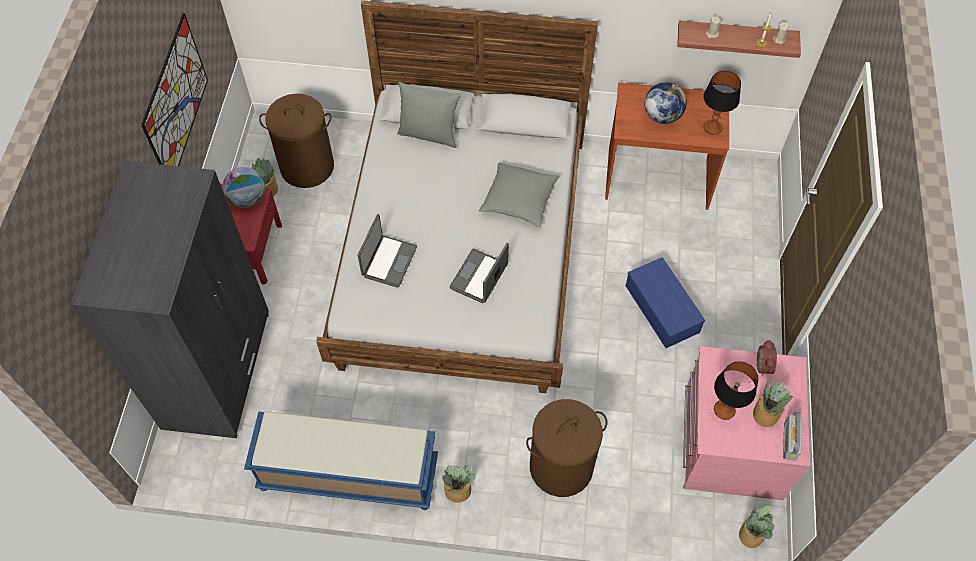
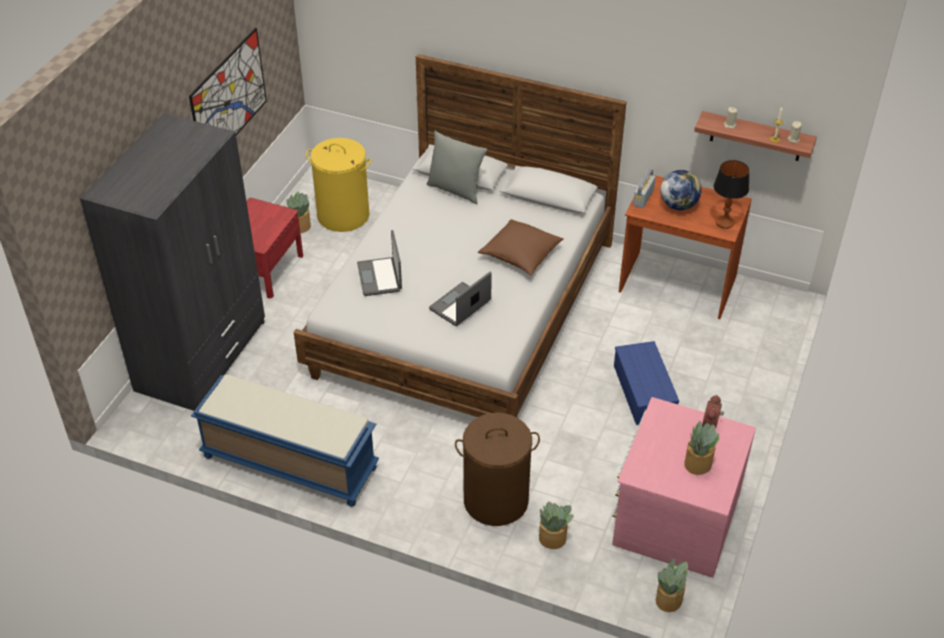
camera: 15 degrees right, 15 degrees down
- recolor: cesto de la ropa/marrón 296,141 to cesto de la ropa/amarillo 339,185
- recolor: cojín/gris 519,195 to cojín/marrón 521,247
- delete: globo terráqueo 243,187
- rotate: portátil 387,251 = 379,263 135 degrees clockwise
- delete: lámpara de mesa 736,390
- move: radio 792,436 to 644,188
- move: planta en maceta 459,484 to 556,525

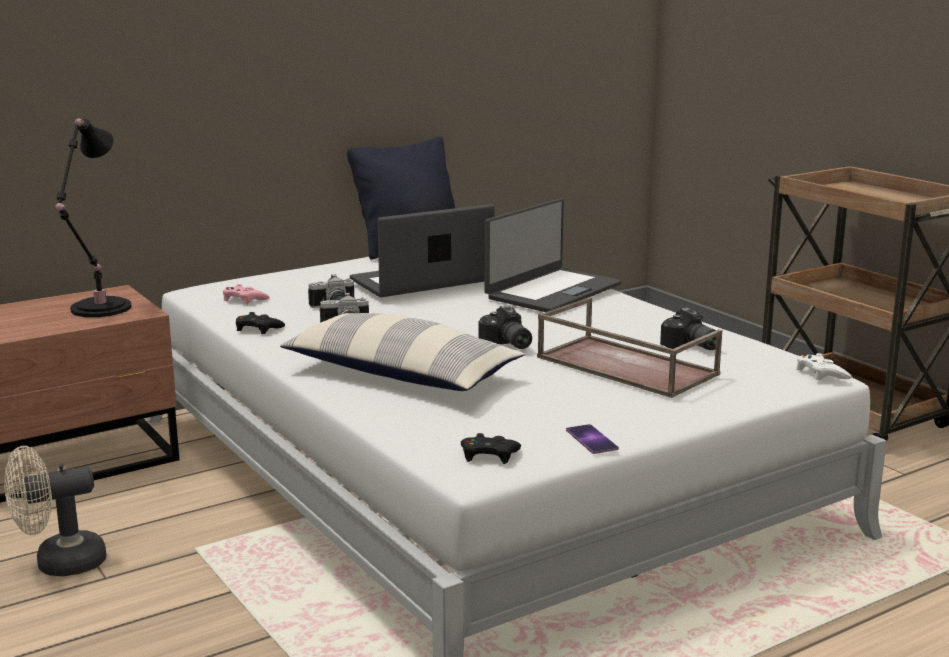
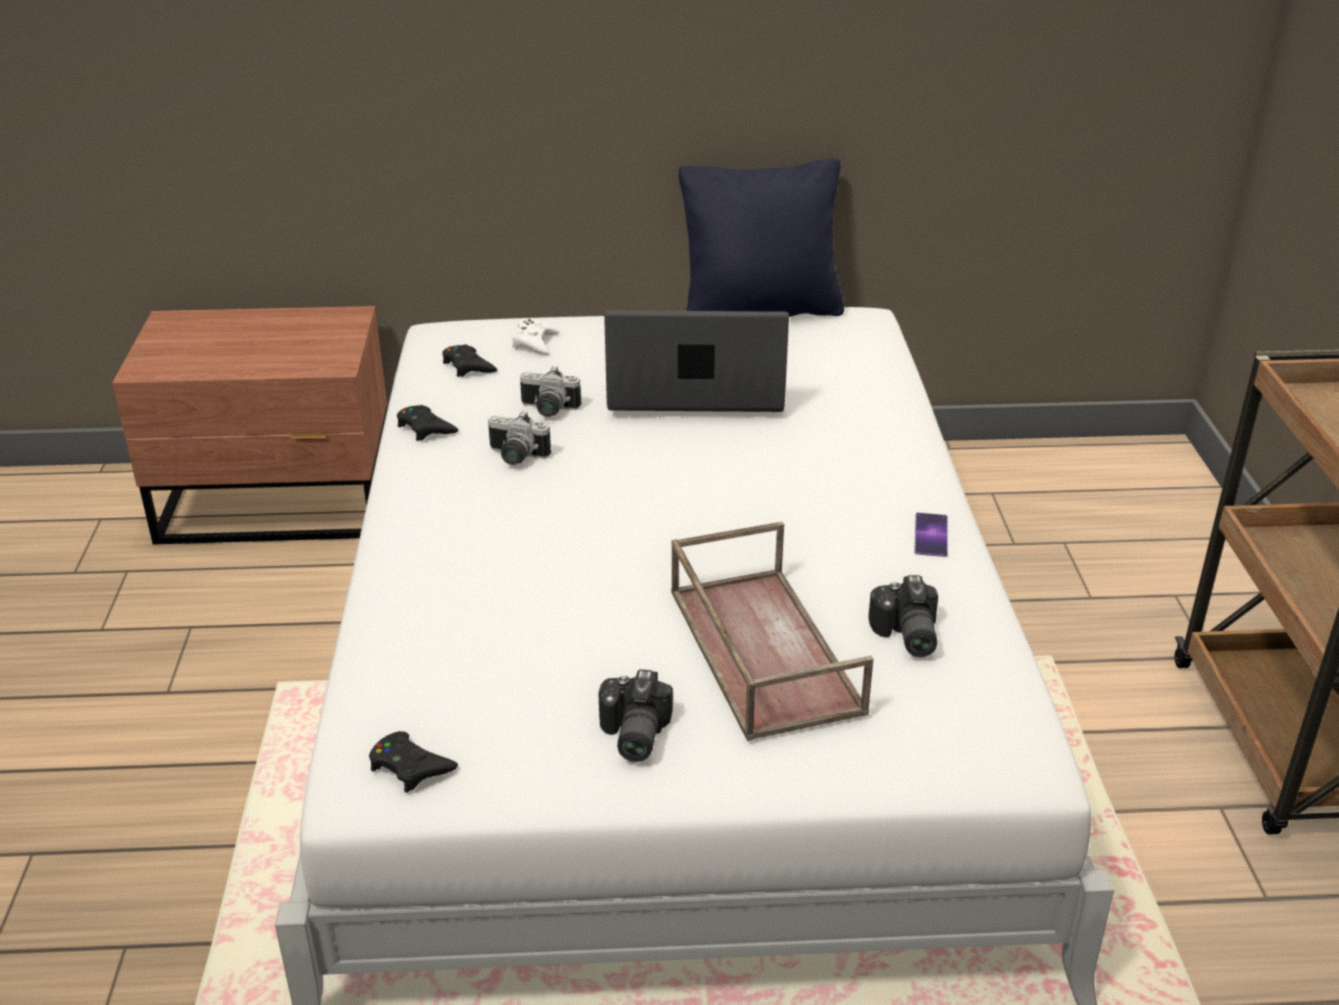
camera: 30 degrees right, 15 degrees up
- delete: lámpara de mesa/negro 93,217
- delete: portátil 553,255
- recolor: mando de consola/rosa 246,294 to mando de consola/negro 469,360
- move: cámara 505,327 to 635,715
- delete: cojín 402,352
- move: mando de consola/blanco 824,366 to 535,337
- move: móvil 592,439 to 931,535
- delete: ventilador/beis 55,511

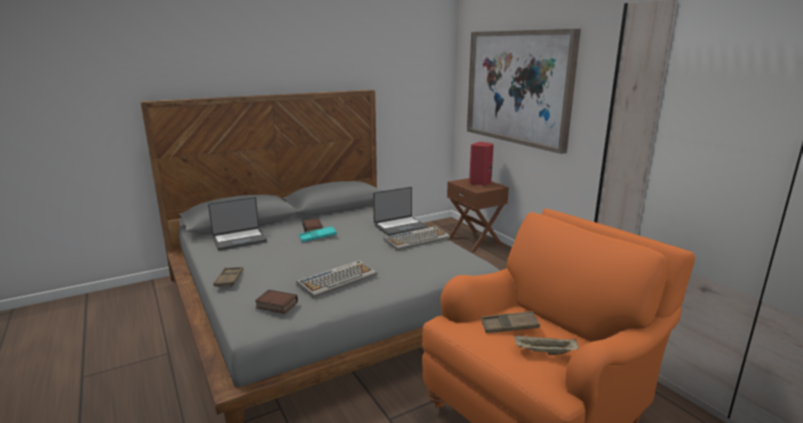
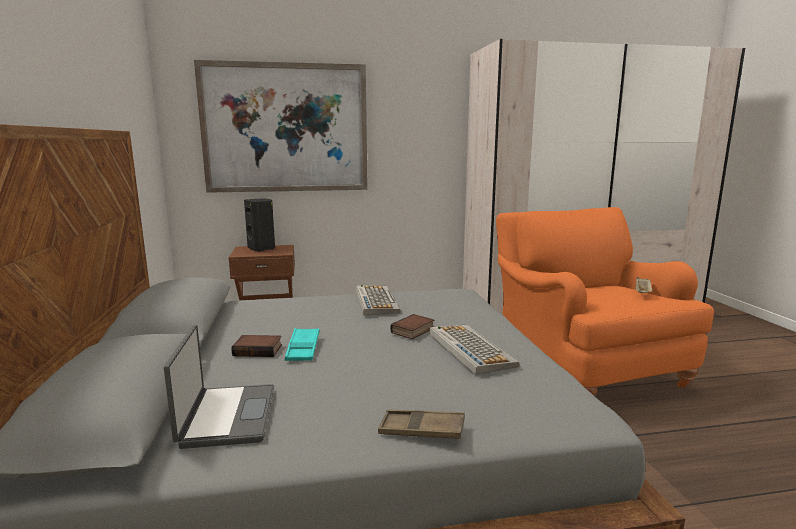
camera: 70 degrees left, 5 degrees down
- recolor: altavoz/rojo 481,164 to altavoz/negro 259,225
- delete: portátil 400,211
- move: libro 276,302 to 412,326
- delete: bandeja/marrón 510,322

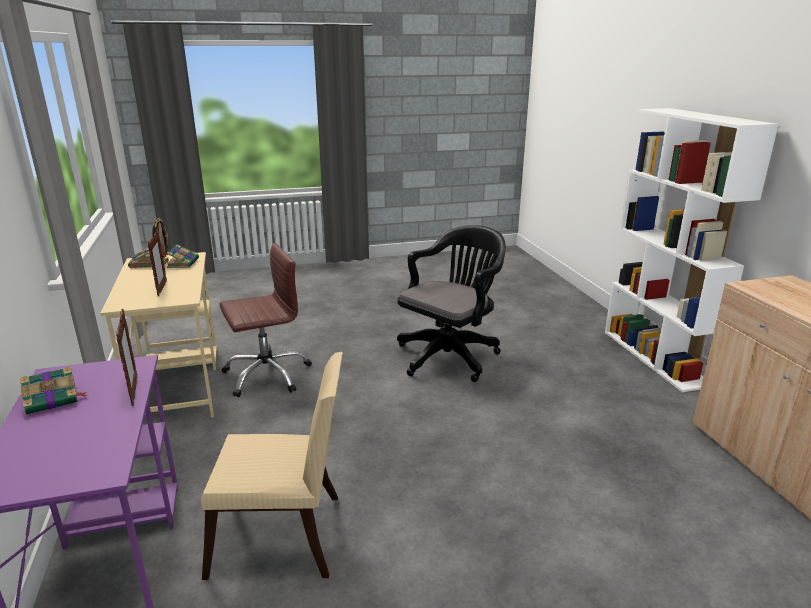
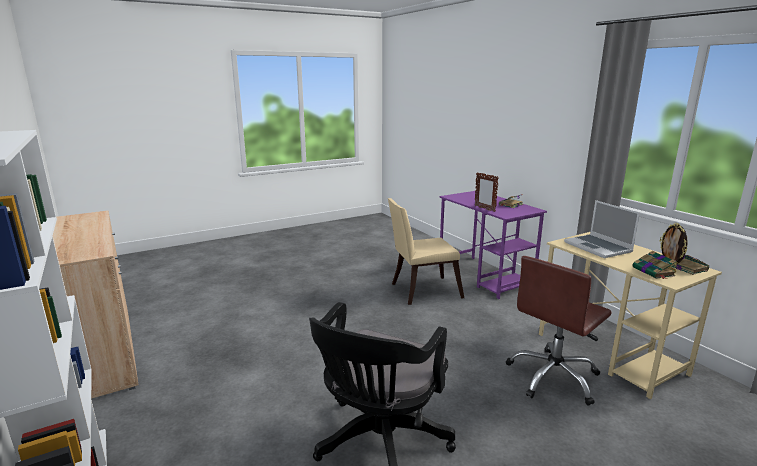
camera: 165 degrees right, 5 degrees down
- replace: portarretratos 157,263 to portátil 602,229

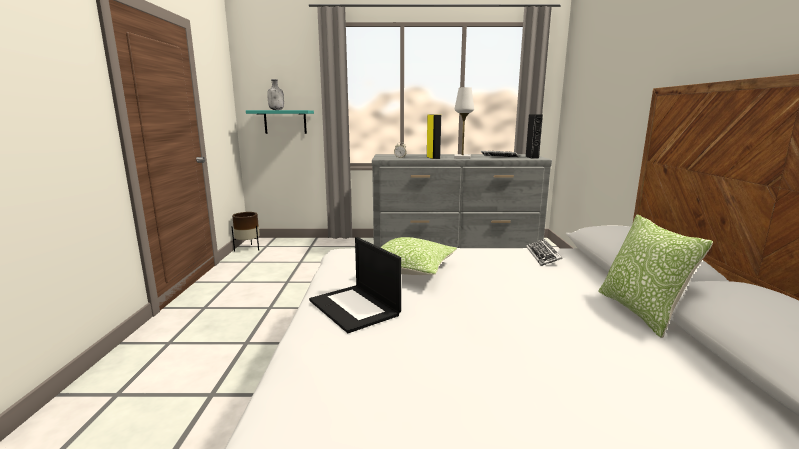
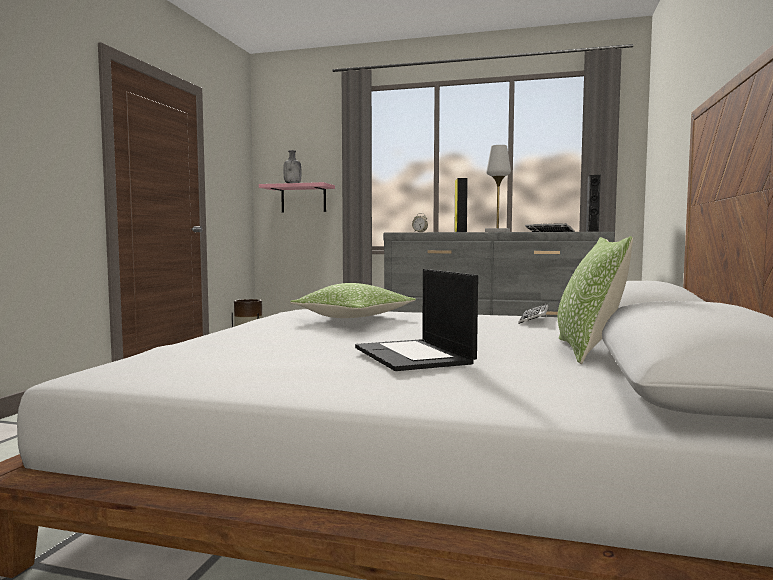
camera: 15 degrees right, 10 degrees down
- recolor: estante/turquesa 280,122 to estante/rosa 297,197
- move: portátil 355,285 to 416,320

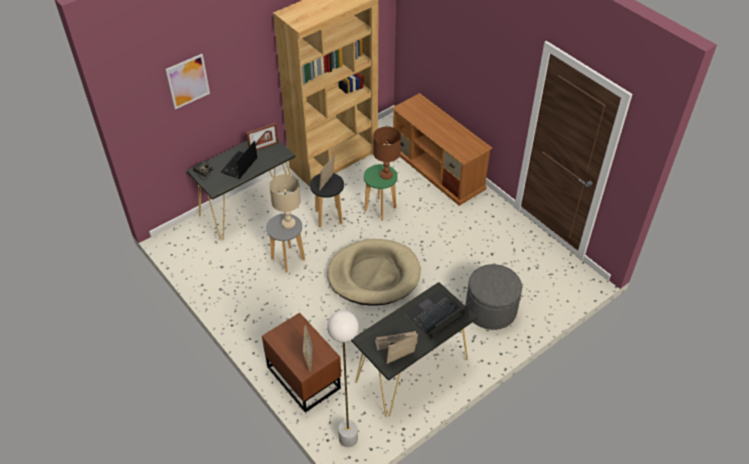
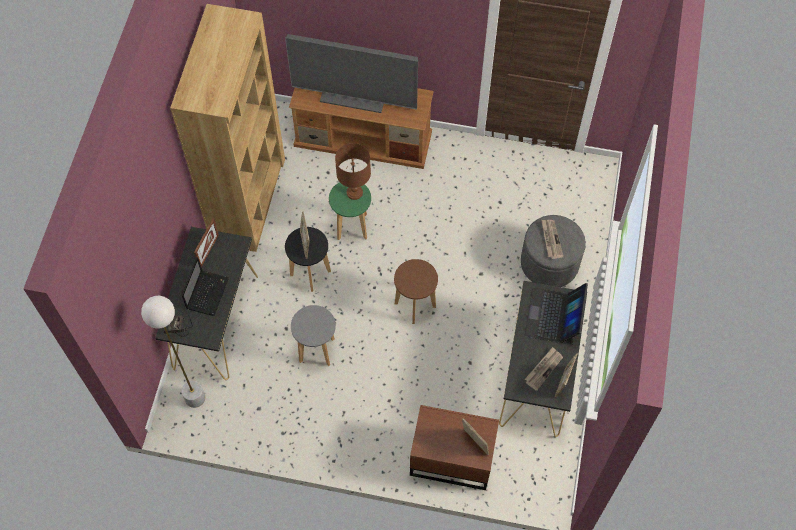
camera: 40 degrees left, 15 degrees up
- delete: cuadro 187,81
- rotate: portátil 239,160 = 205,286 150 degrees counterclockwise
- delete: lámpara de mesa/beis 285,201
- replace: cama para perro/beis 374,272 to taburete/marrón 416,291
- move: lámpara de pie/blanco 343,379 to 173,352
- insert: televisor 351,73
- insert: periódico 553,239

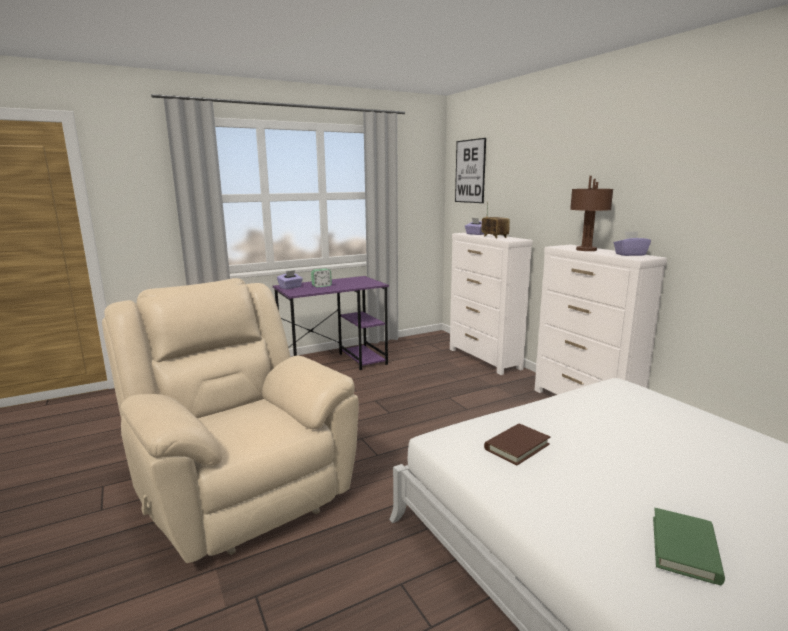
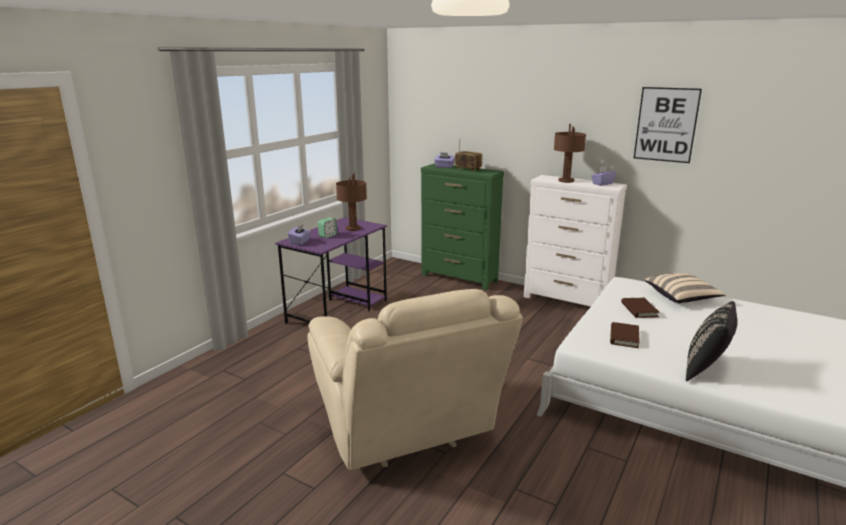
camera: 30 degrees left, 5 degrees up
- move: cuadro 470,170 to 668,125
- recolor: cómoda/blanco 491,304 to cómoda/verde 462,226
- rotate: sillón/beis 230,420 = 415,379 135 degrees counterclockwise
- delete: libro/verde 689,546
- insert: lámpara de mesa/marrón 351,202
- insert: cojín/beis 685,288
- insert: libro/marrón 640,308
- insert: cojín/negro 711,341

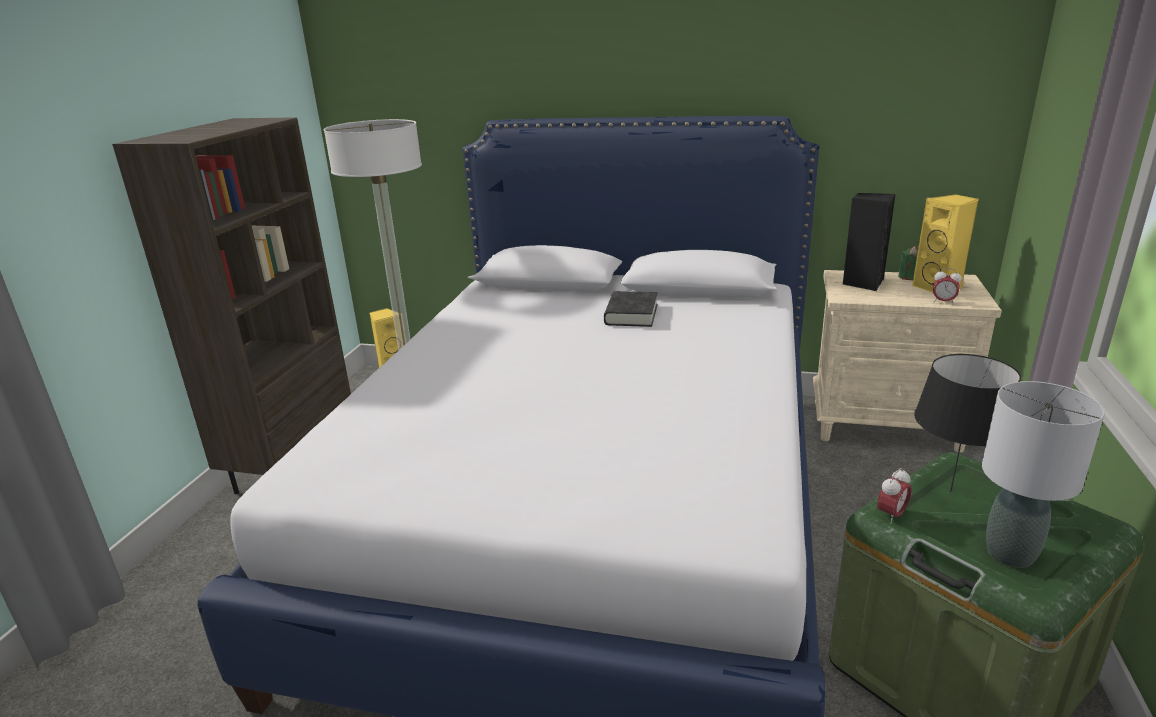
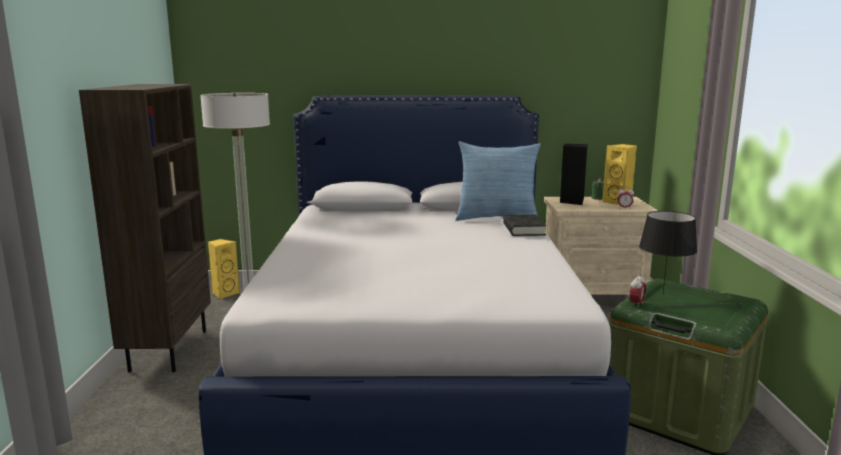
camera: 15 degrees left, 10 degrees down
- move: libro/negro 630,309 to 524,225
- delete: lámpara de mesa/gris 1043,474
- insert: cojín 498,181

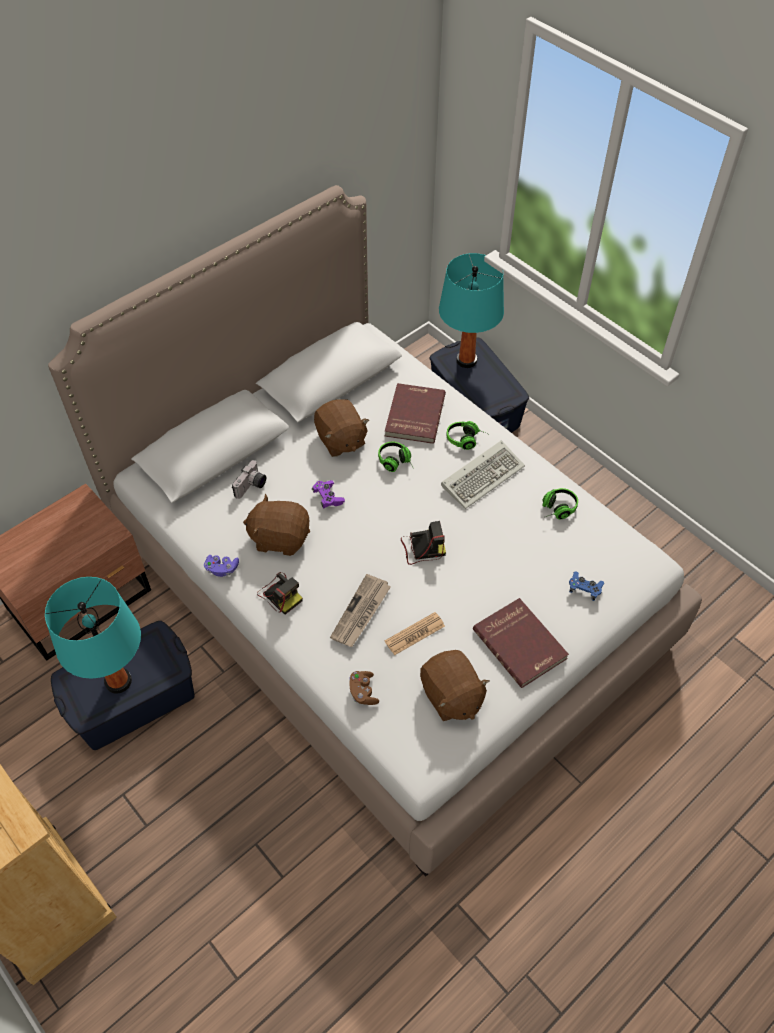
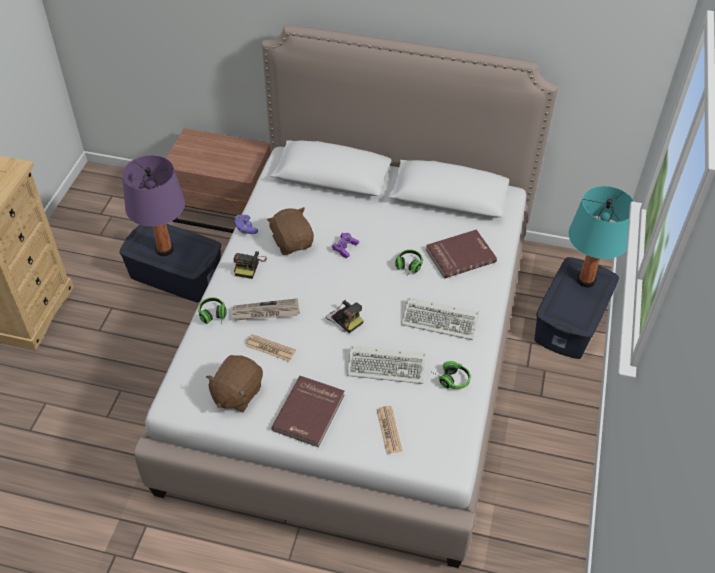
camera: 55 degrees right, 5 degrees down
- delete: peluche/marrón 341,428
- move: auriculares 467,435 to 212,311
- delete: cámara 249,479
- replace: mando de consola/azul 586,586 to periódico 389,430
- recolor: lámpara de mesa/turquesa 93,635 to lámpara de mesa/morado 153,205
- delete: mando de consola/marrón 364,688
- insert: teclado 386,364

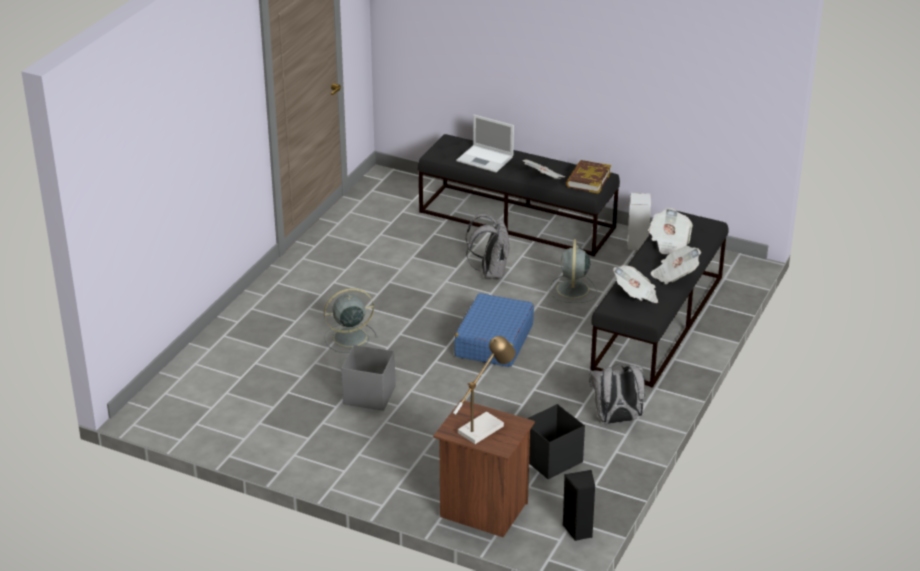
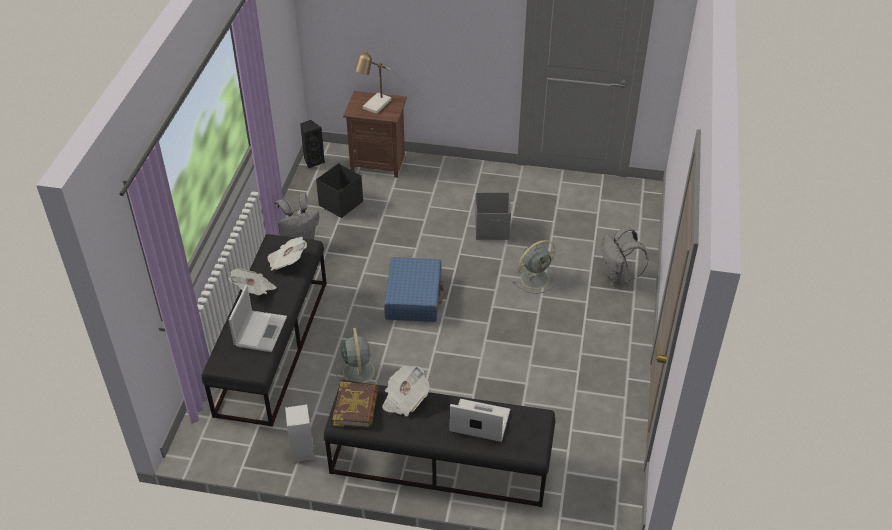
camera: 165 degrees right, 10 degrees up
- replace: periódico 671,231 to portátil 258,318
- move: mochila/gris 488,246 to 624,256

